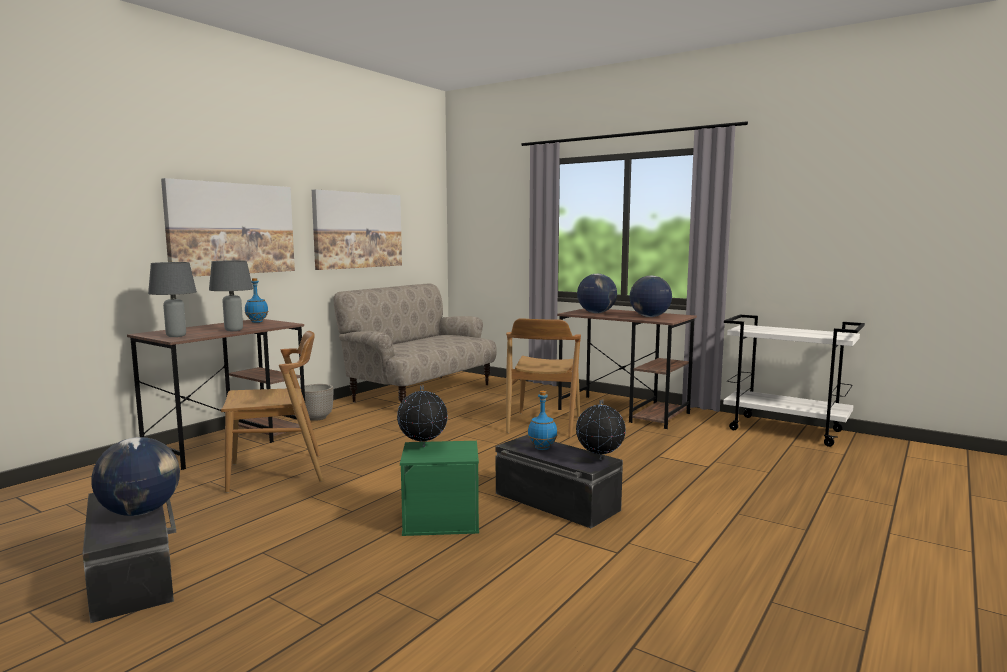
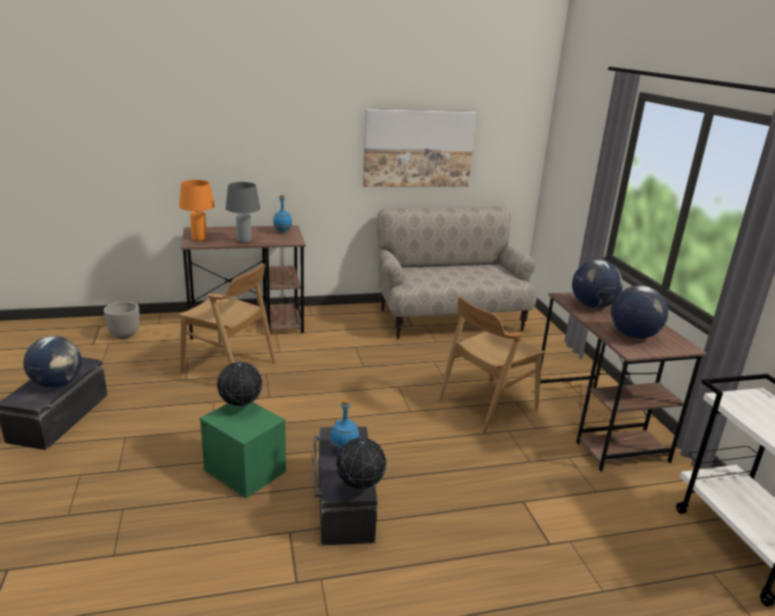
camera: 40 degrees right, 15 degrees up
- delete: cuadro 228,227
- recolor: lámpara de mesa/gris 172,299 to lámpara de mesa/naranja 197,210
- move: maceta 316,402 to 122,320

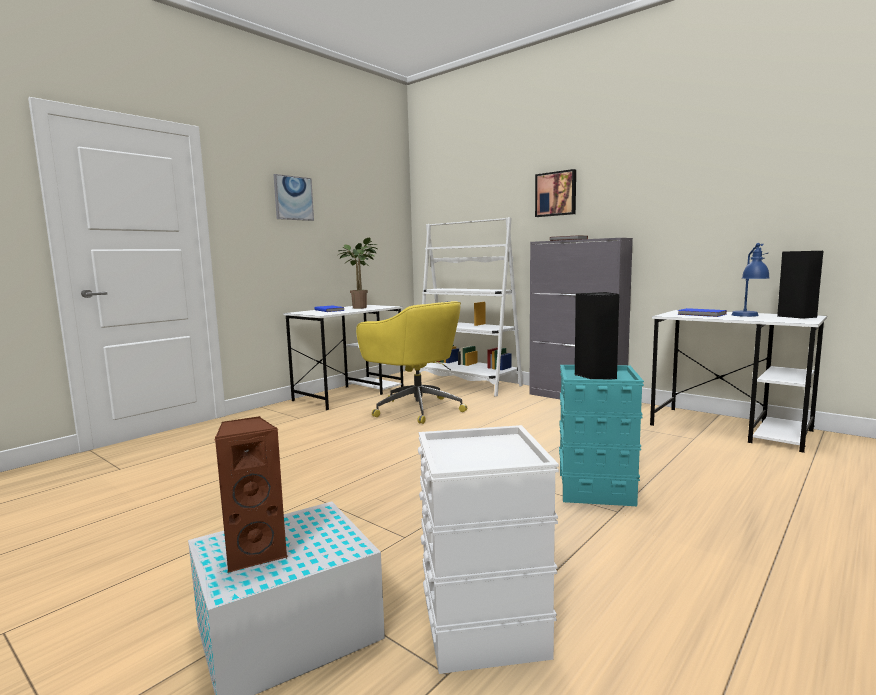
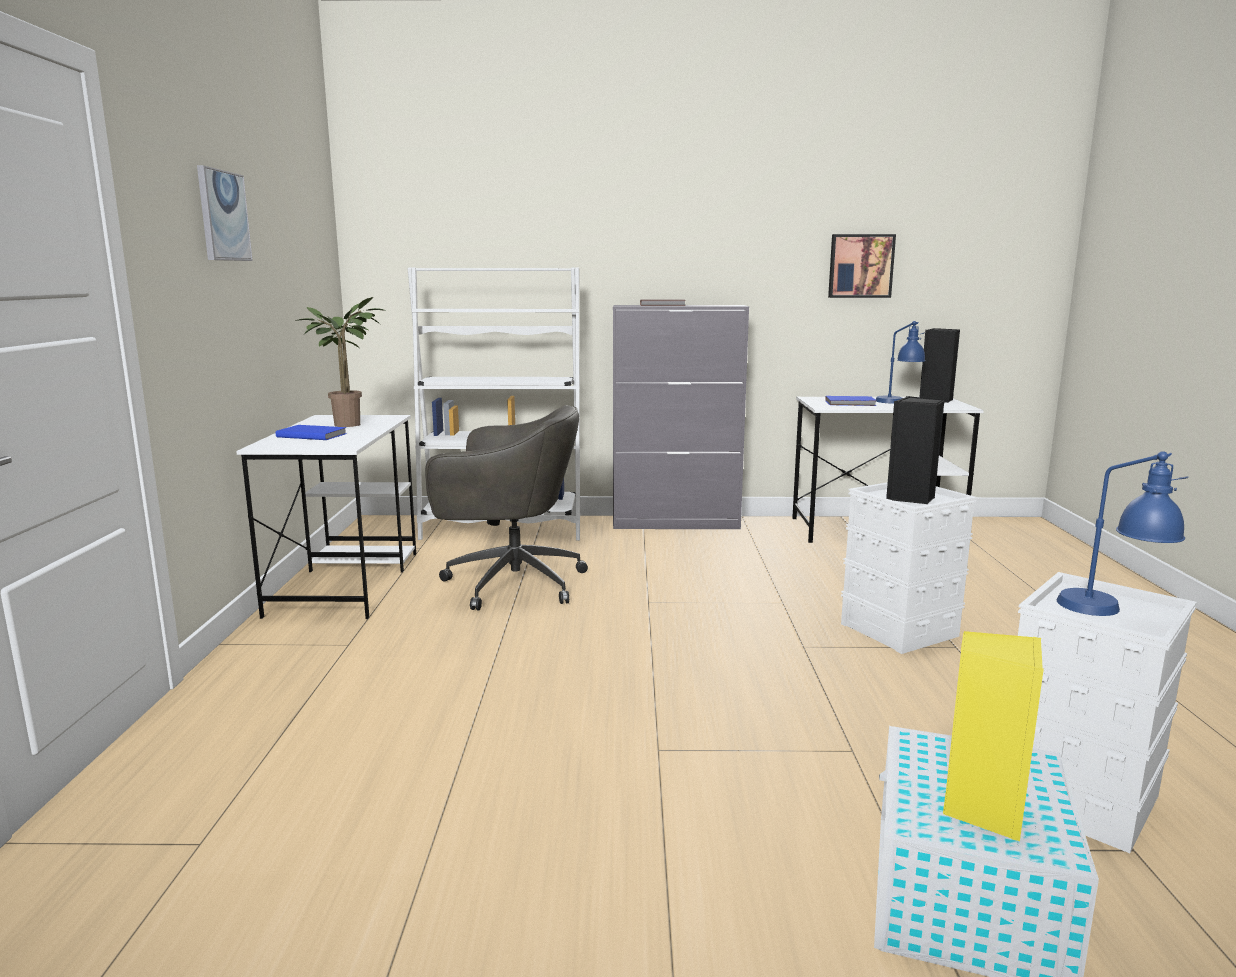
camera: 40 degrees left, 5 degrees up
- move: cuadro 555,193 to 862,266
- recolor: silla de oficina/amarillo 411,362 to silla de oficina/gris 506,507
- recolor: caja de almacenaje/turquesa 601,435 to caja de almacenaje/blanco 909,568
- recolor: altavoz/marrón 251,494 to altavoz/amarillo 993,736
- insert: lámpara de mesa/azul 1122,533

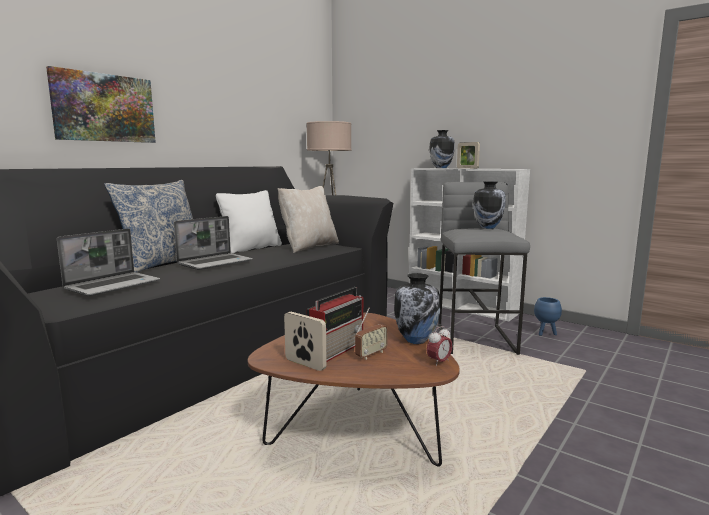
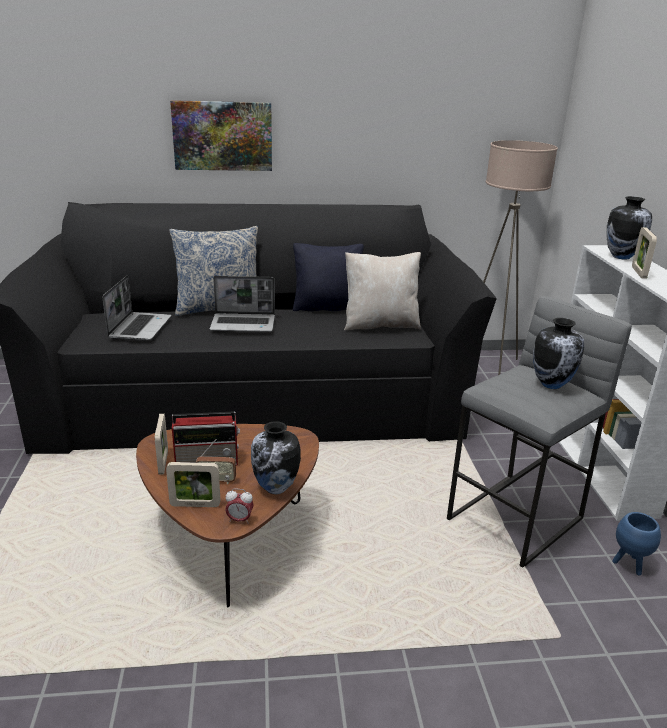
camera: 45 degrees right, 15 degrees up
- recolor: cojín/blanco 249,221 to cojín/negro 328,277
- rotate: portátil 108,262 = 136,308 75 degrees counterclockwise
- insert: portarretratos 193,484

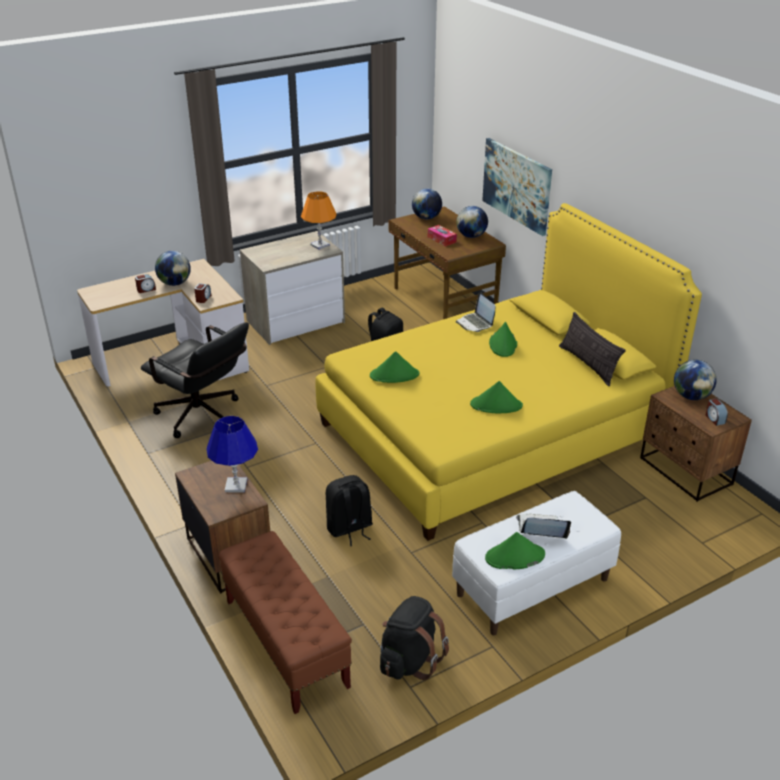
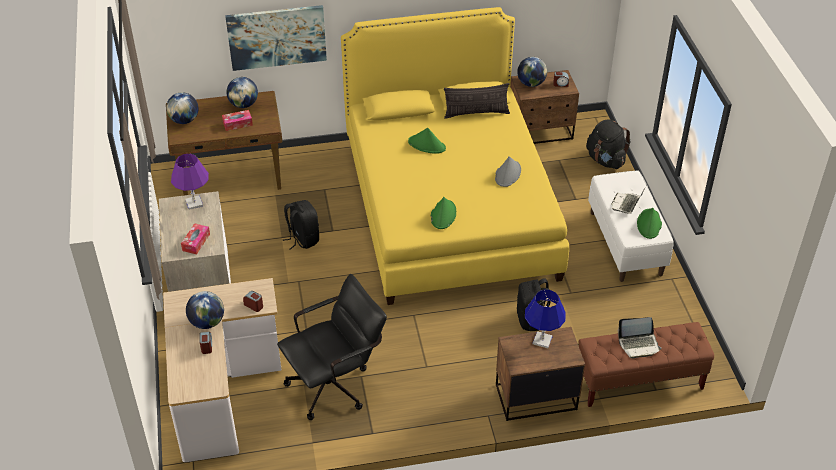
camera: 70 degrees left, 10 degrees up
- recolor: lámpara de mesa/naranja 319,220 to lámpara de mesa/morado 190,182
- move: portátil 476,312 to 639,338
- recolor: sombrero/verde 496,397 to sombrero/gris 508,171
- move: mochila/negro 414,638 to 608,144
- insert: caja de pañuelos 195,238

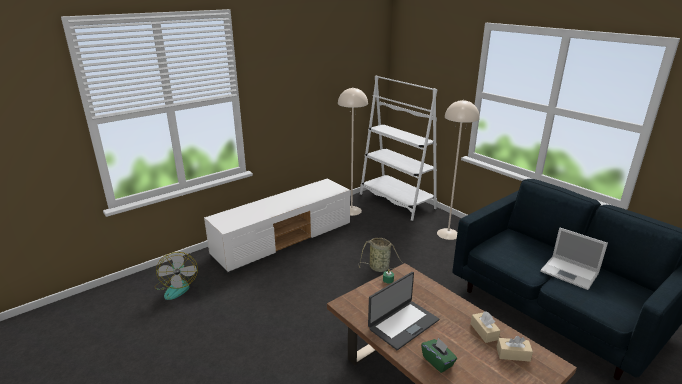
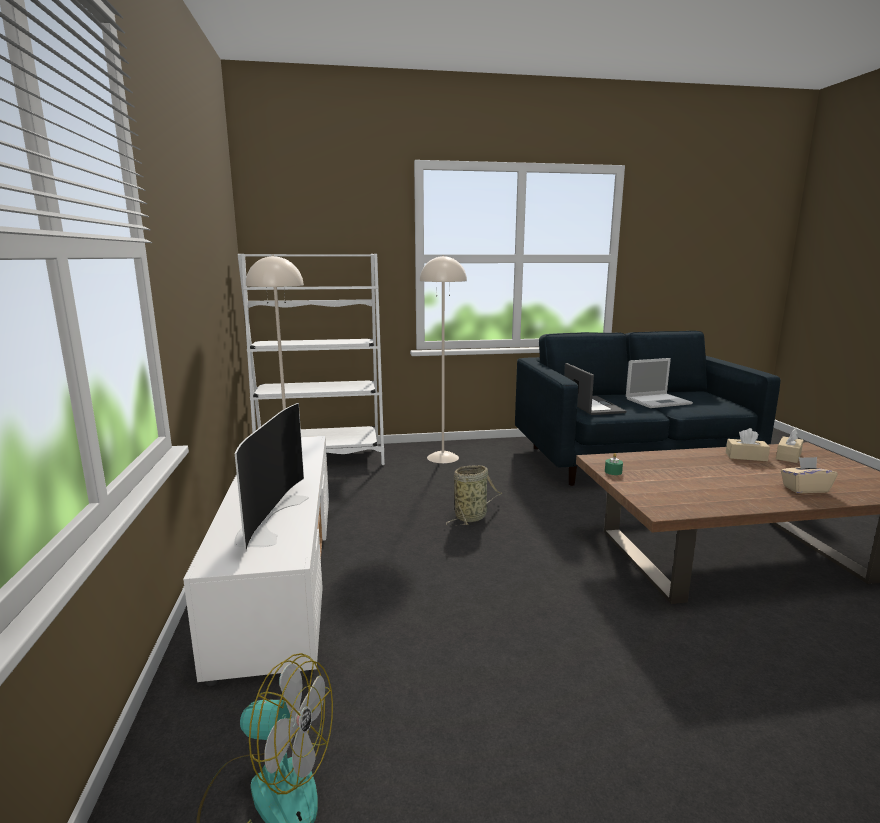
camera: 60 degrees left, 10 degrees down
- move: portátil 403,311 to 595,389
- recolor: caja de pañuelos/verde 439,355 to caja de pañuelos/beis 809,475
- insert: televisor 271,477

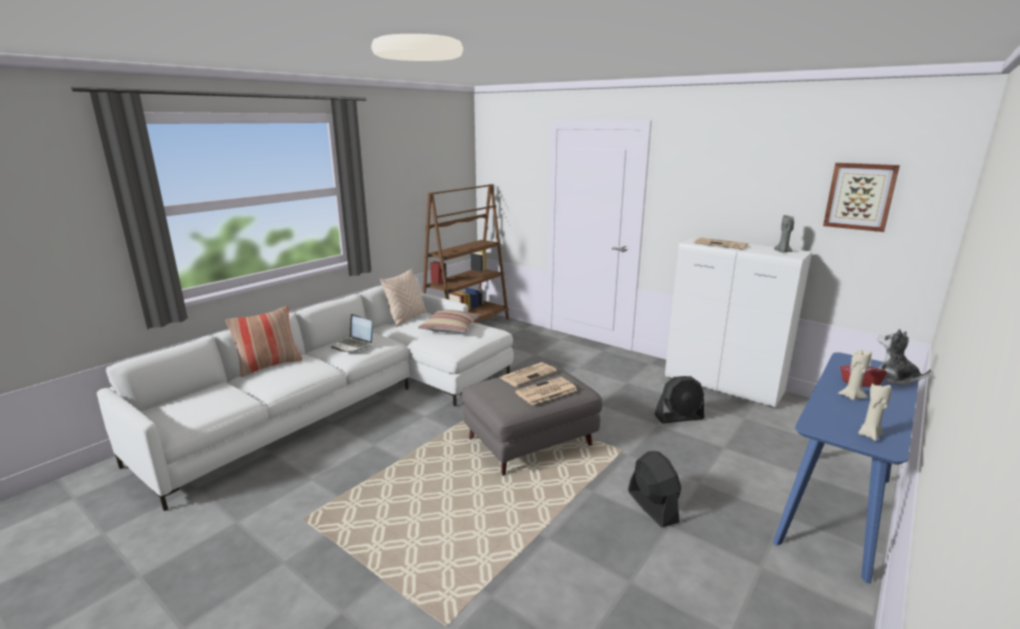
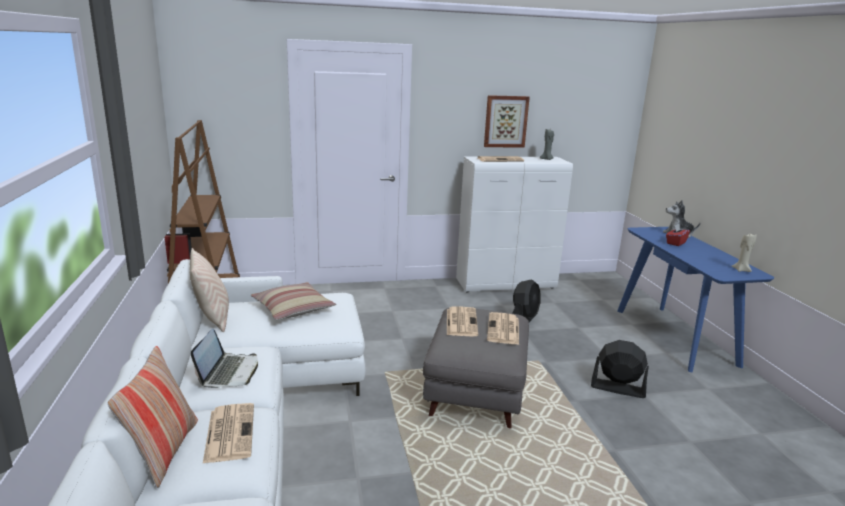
camera: 50 degrees left, 0 degrees up
- move: cuadro 861,197 to 507,121
- rotate: portátil 352,333 = 224,358 75 degrees counterclockwise
- delete: vela/beis 855,375
- insert: periódico 228,433

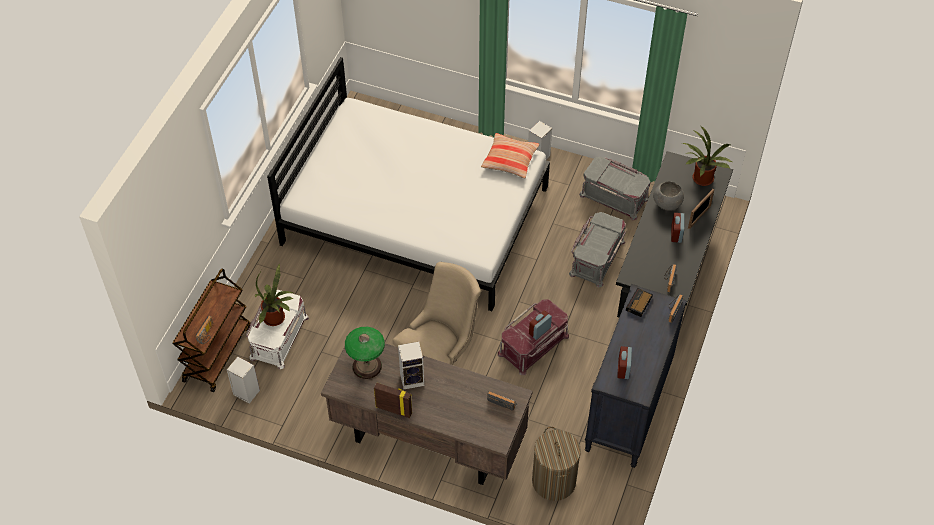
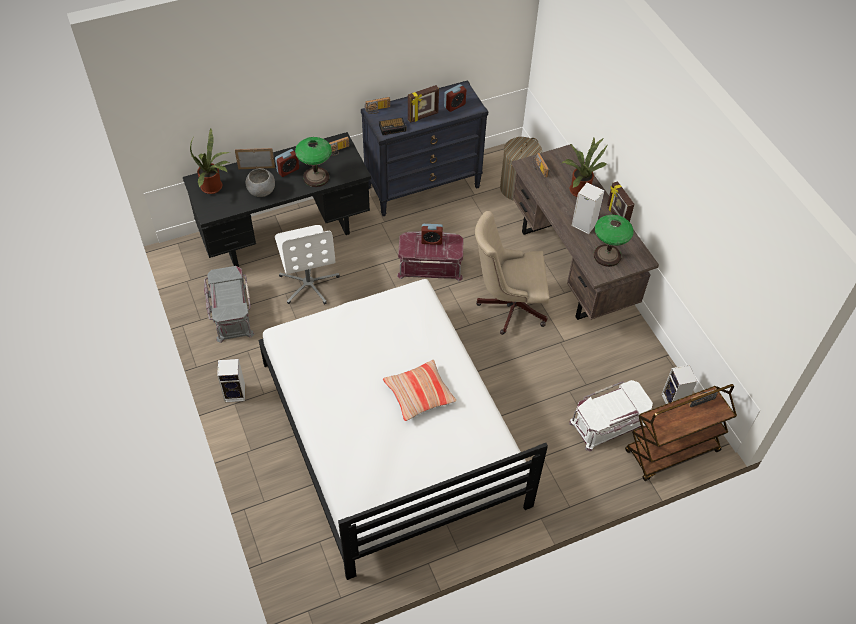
camera: 135 degrees left, 0 degrees up
- move: cojín 510,156 to 419,390
- replace: caja de almacenaje/gris 597,249 to silla de oficina/blanco 307,264
- move: planta en maceta 274,295 to 585,167
- insert: portarretratos 423,104
- insert: lámpara de mesa 313,162

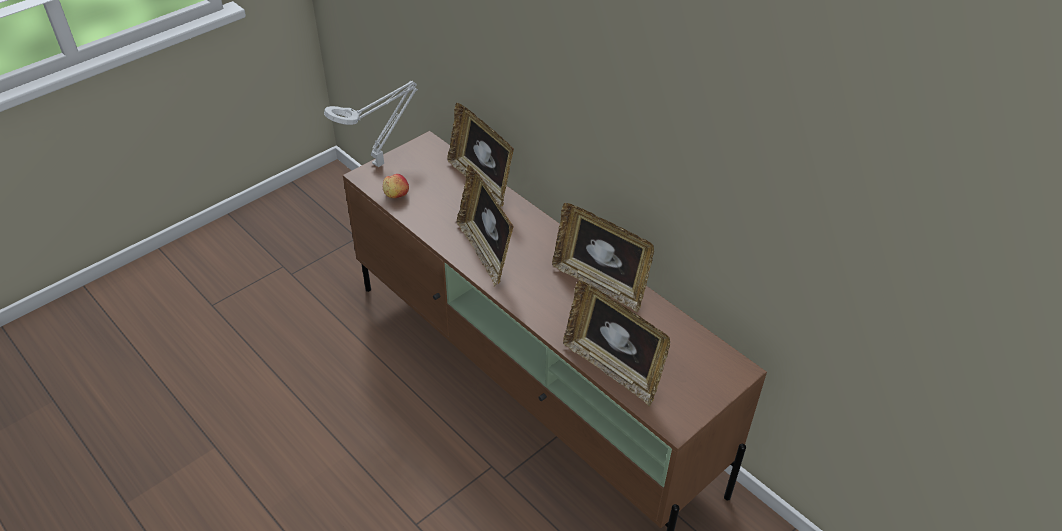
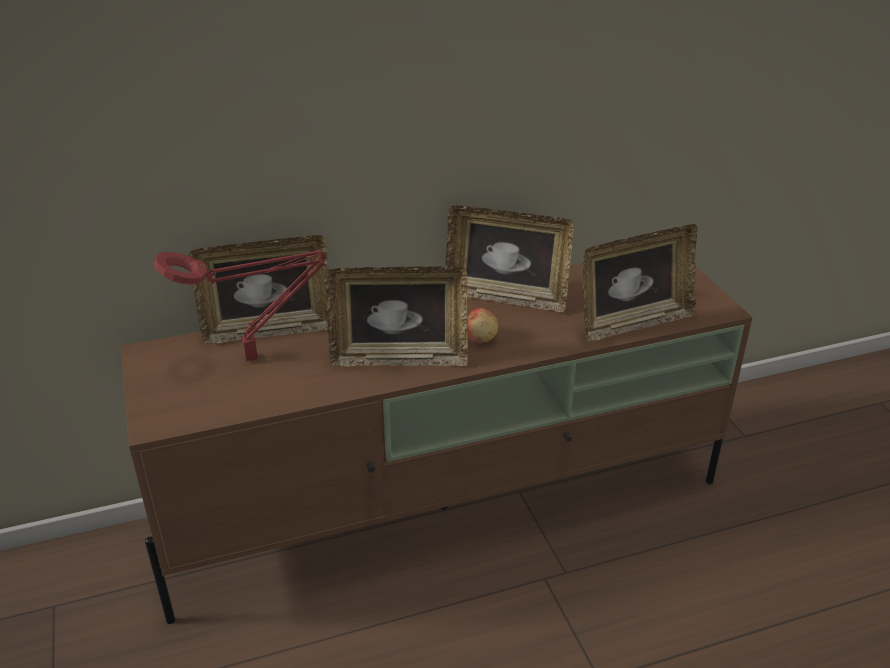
camera: 65 degrees left, 10 degrees down
- delete: lámpara de mesa/gris 371,124
- move: manzana 396,186 to 482,325
- rotate: portarretratos 603,258 = 509,259 45 degrees clockwise
- insert: lámpara de mesa/rojo 240,305

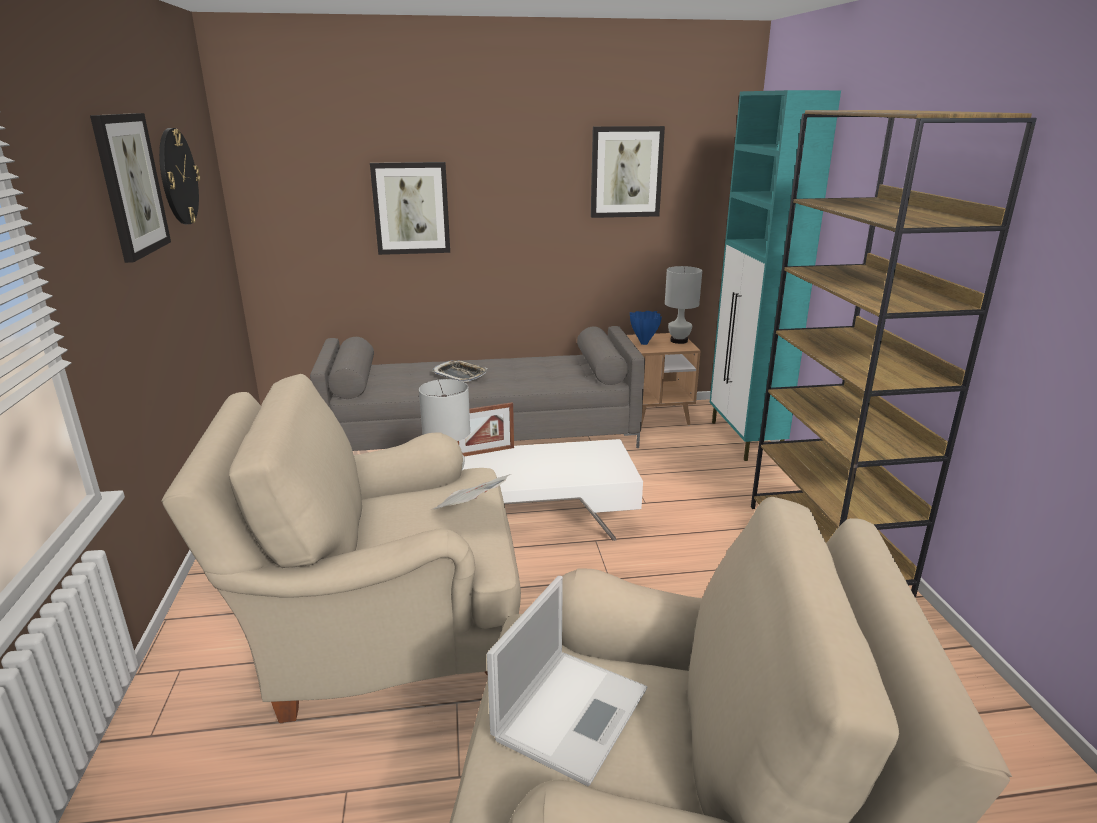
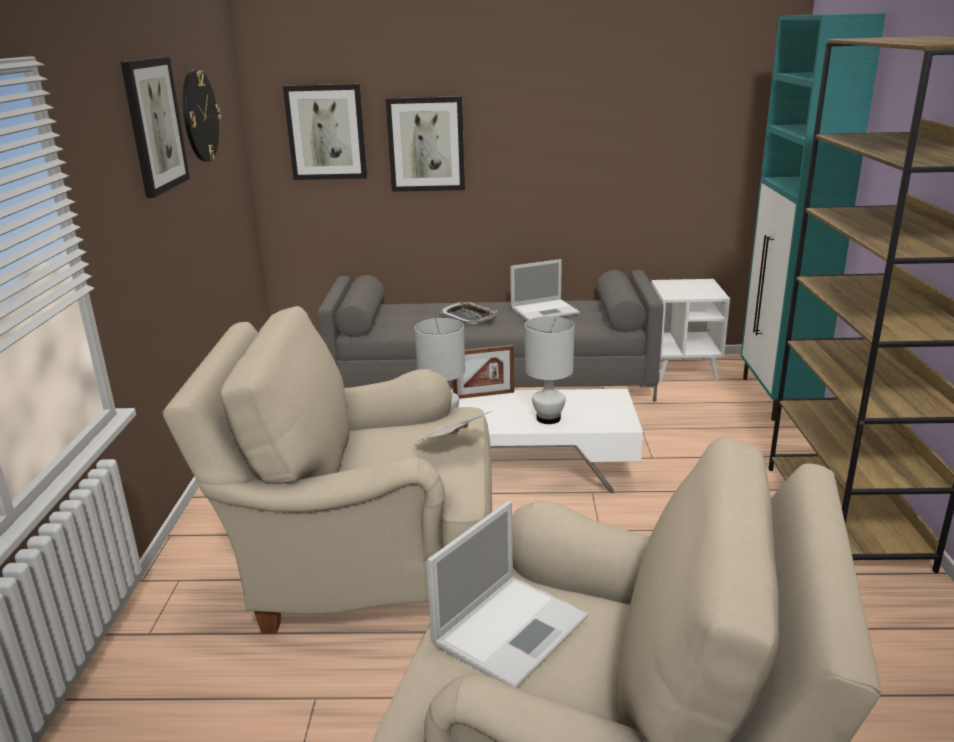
camera: 10 degrees right, 0 degrees up
- move: cuadro 628,172 to 325,132
- move: lámpara de mesa/blanco 683,305 to 550,370
- delete: florero/azul 646,328
- recolor: mesa auxiliar/marrón 664,380 to mesa auxiliar/blanco 690,330
- insert: portátil 545,290

